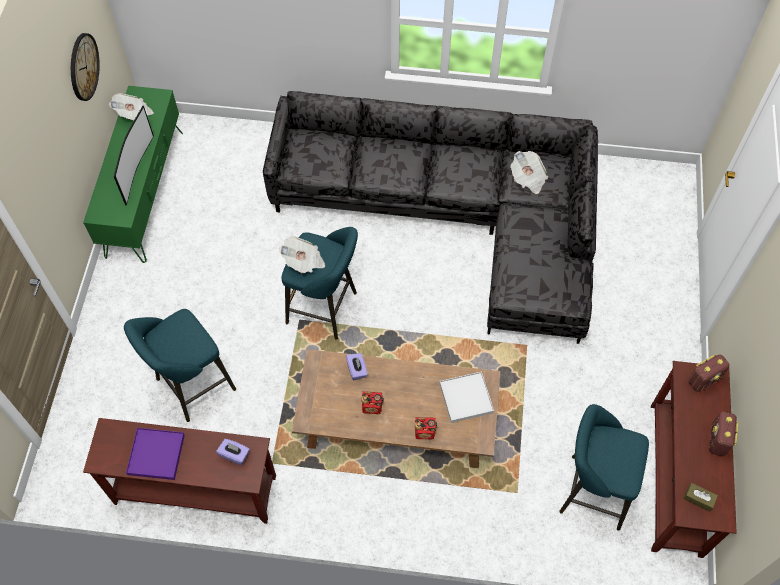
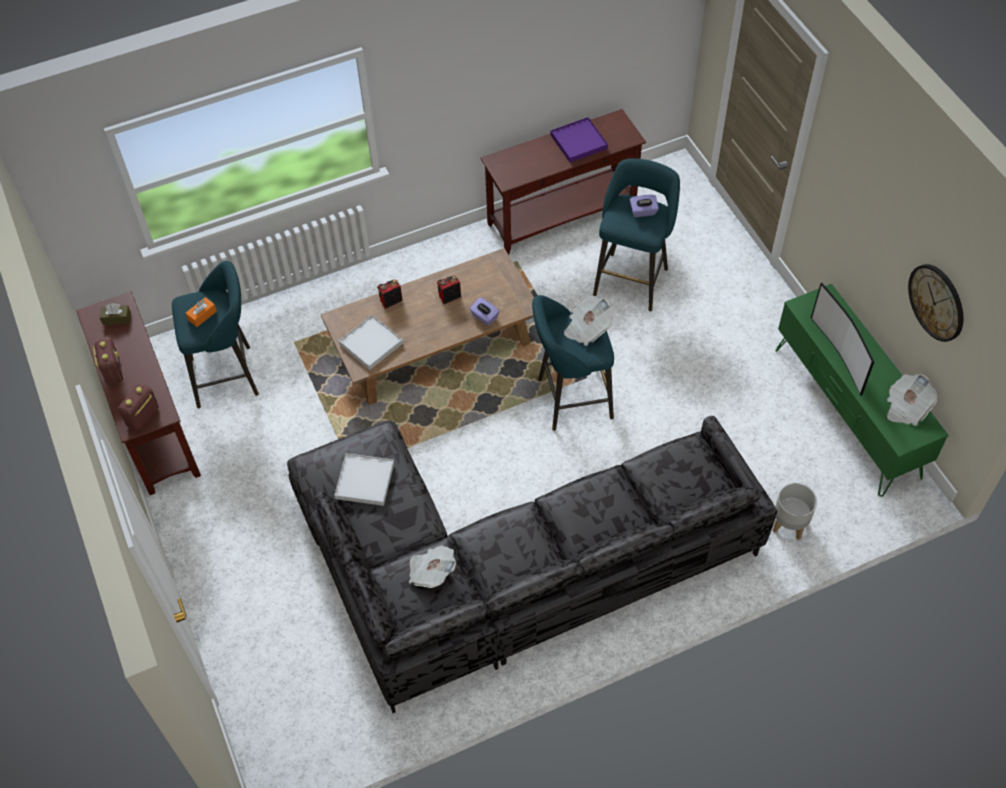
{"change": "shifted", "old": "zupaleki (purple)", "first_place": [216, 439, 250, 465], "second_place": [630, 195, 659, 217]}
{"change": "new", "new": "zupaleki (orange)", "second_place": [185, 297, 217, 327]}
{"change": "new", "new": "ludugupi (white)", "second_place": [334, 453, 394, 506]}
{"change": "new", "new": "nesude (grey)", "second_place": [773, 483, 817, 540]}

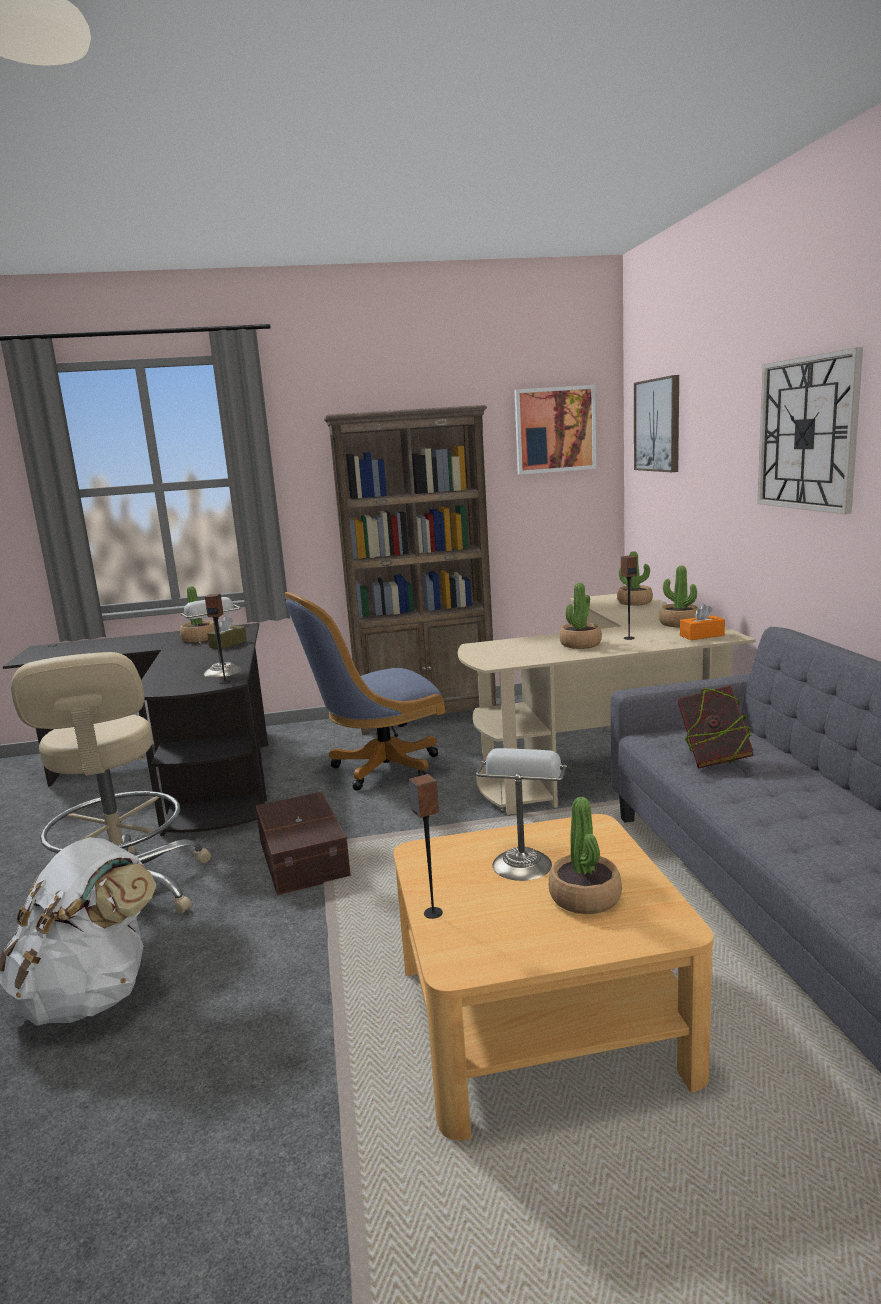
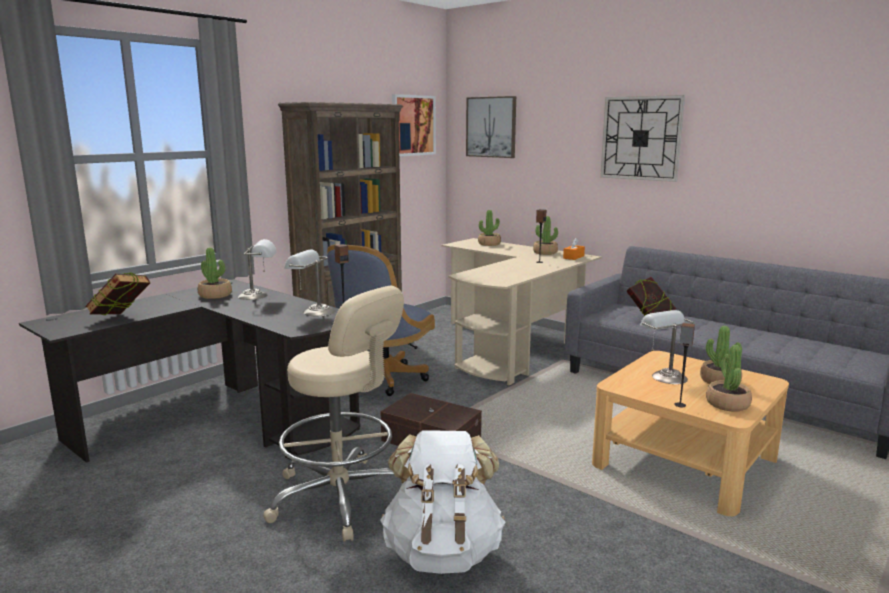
{"change": "shifted", "old": "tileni", "first_place": [559, 583, 602, 649], "second_place": [706, 345, 752, 412]}
{"change": "swapped", "old": "zupaleki (brown)", "new": "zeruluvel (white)", "first_place": [207, 616, 247, 649], "second_place": [237, 239, 277, 300]}
{"change": "new", "new": "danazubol", "second_place": [85, 272, 150, 315]}

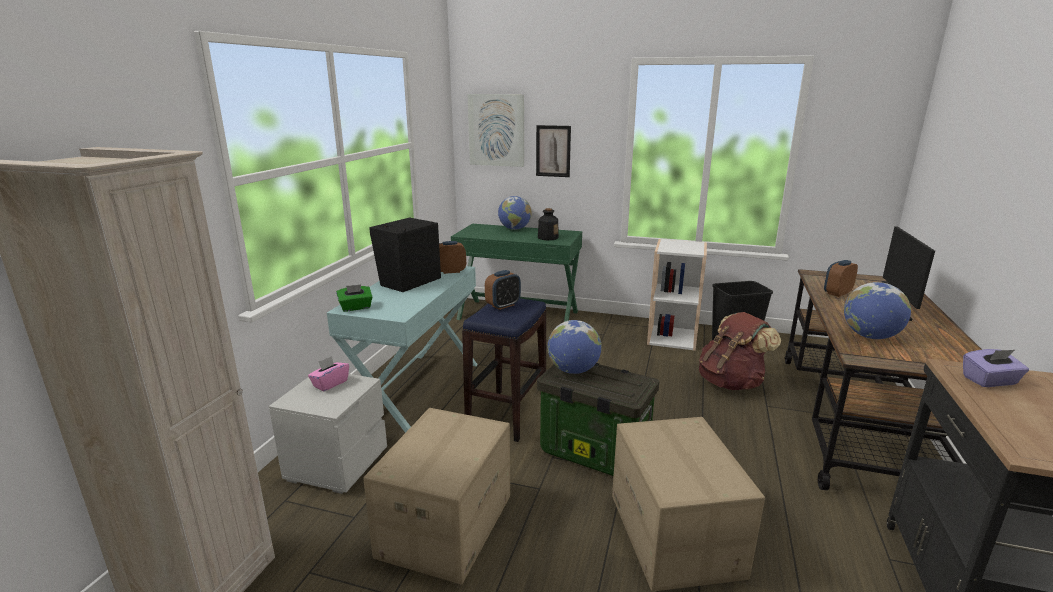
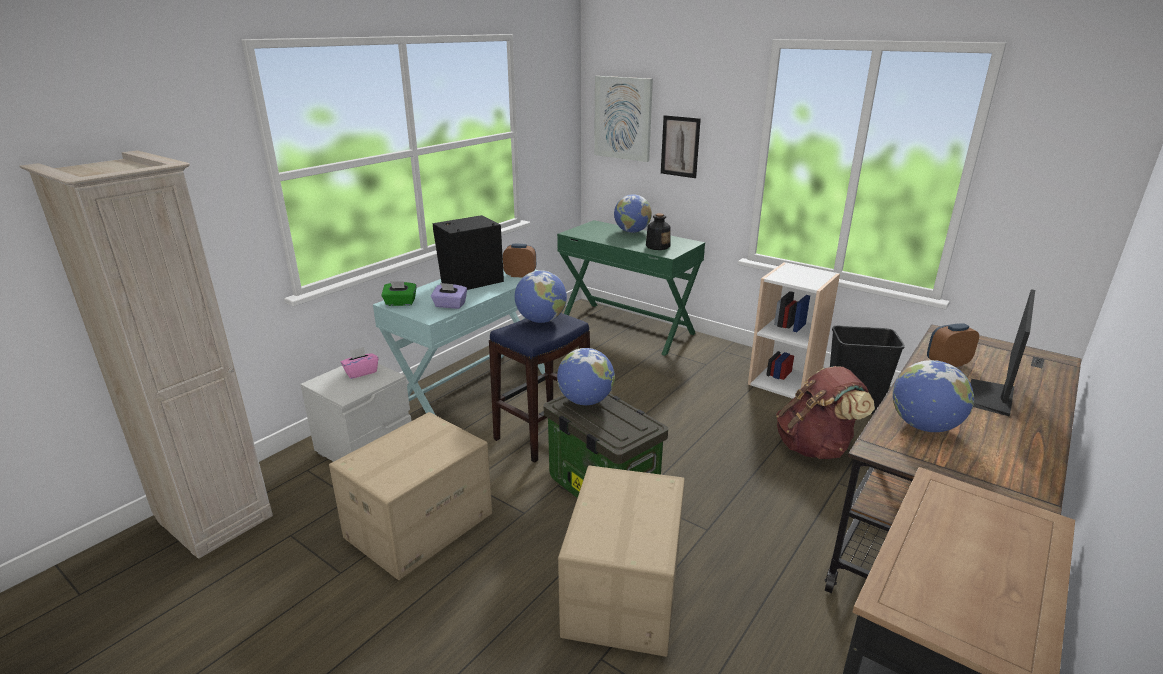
{"change": "swapped", "old": "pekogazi", "new": "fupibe", "first_place": [485, 270, 521, 310], "second_place": [515, 271, 567, 323]}
{"change": "shifted", "old": "zupaleki (purple)", "first_place": [963, 349, 1029, 387], "second_place": [431, 283, 467, 309]}

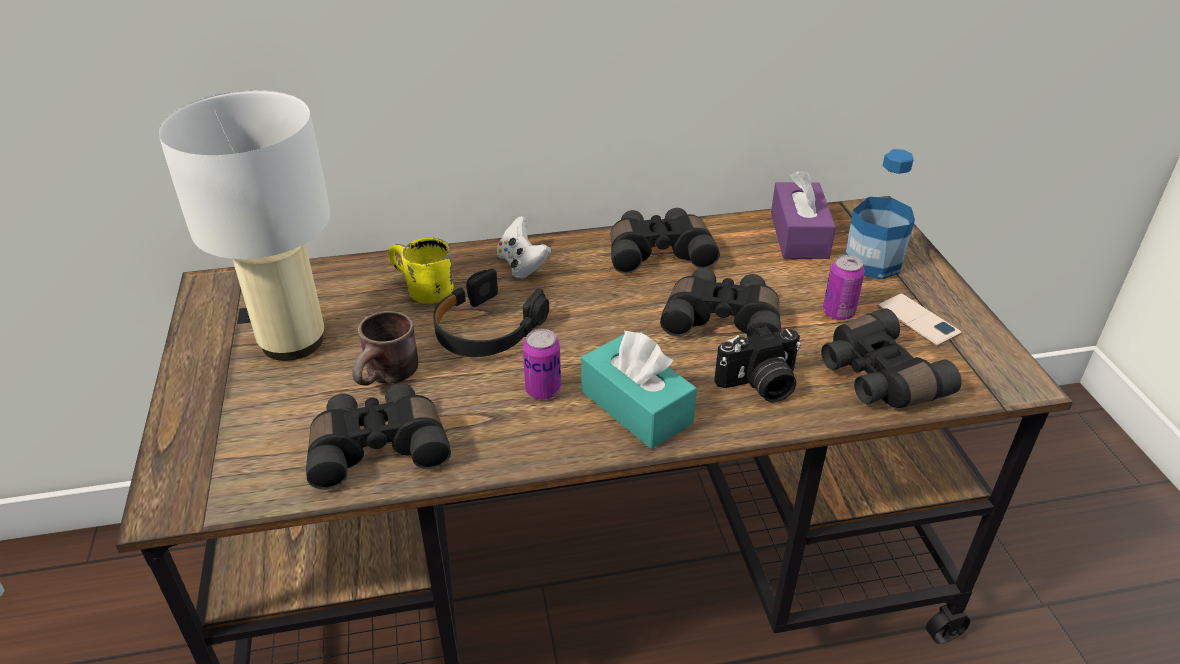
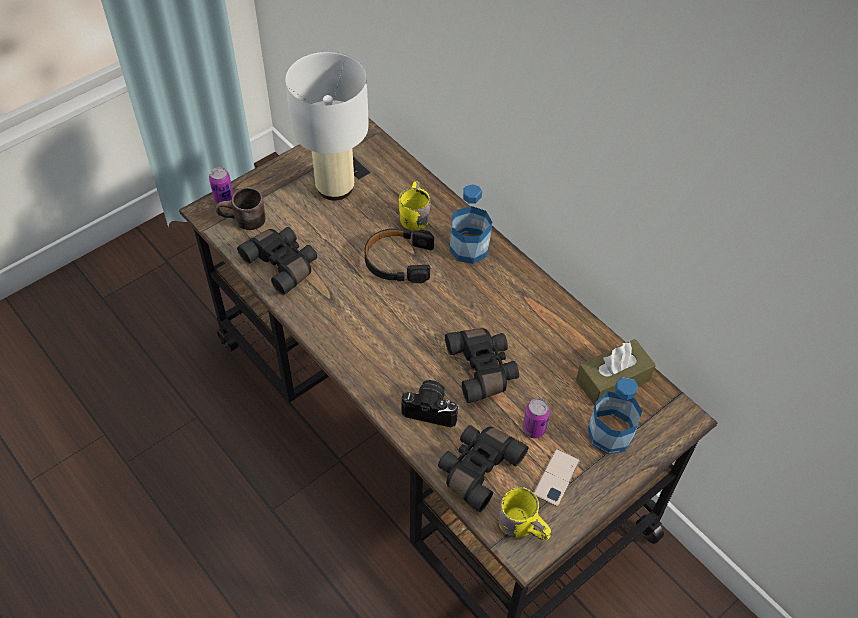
{"change": "repainted", "old": "zupaleki (purple)", "new": "zupaleki (brown)", "first_place": [771, 170, 836, 259], "second_place": [576, 339, 656, 406]}
{"change": "gone", "old": "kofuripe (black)", "first_place": [611, 208, 720, 274]}
{"change": "swapped", "old": "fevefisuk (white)", "new": "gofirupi", "first_place": [497, 216, 551, 279], "second_place": [450, 184, 492, 264]}
{"change": "shifted", "old": "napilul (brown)", "first_place": [352, 311, 418, 386], "second_place": [216, 187, 265, 230]}
{"change": "rotated", "old": "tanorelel", "first_place": [714, 326, 801, 402], "second_place": [401, 380, 459, 427], "degrees": 150}
{"change": "shifted", "old": "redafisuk", "first_place": [523, 329, 561, 399], "second_place": [209, 167, 233, 204]}
{"change": "gone", "old": "zupaleki (turquoise)", "first_place": [581, 330, 697, 449]}
{"change": "new", "new": "napilul (yellow)", "second_place": [499, 487, 552, 540]}

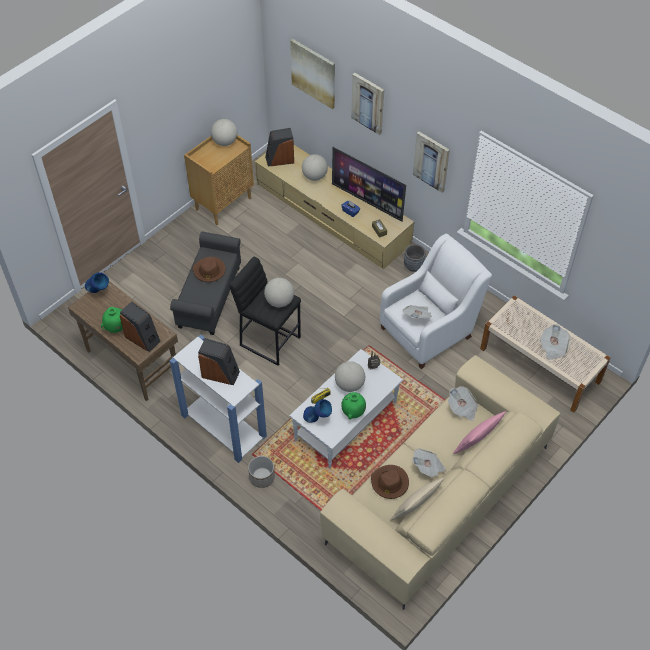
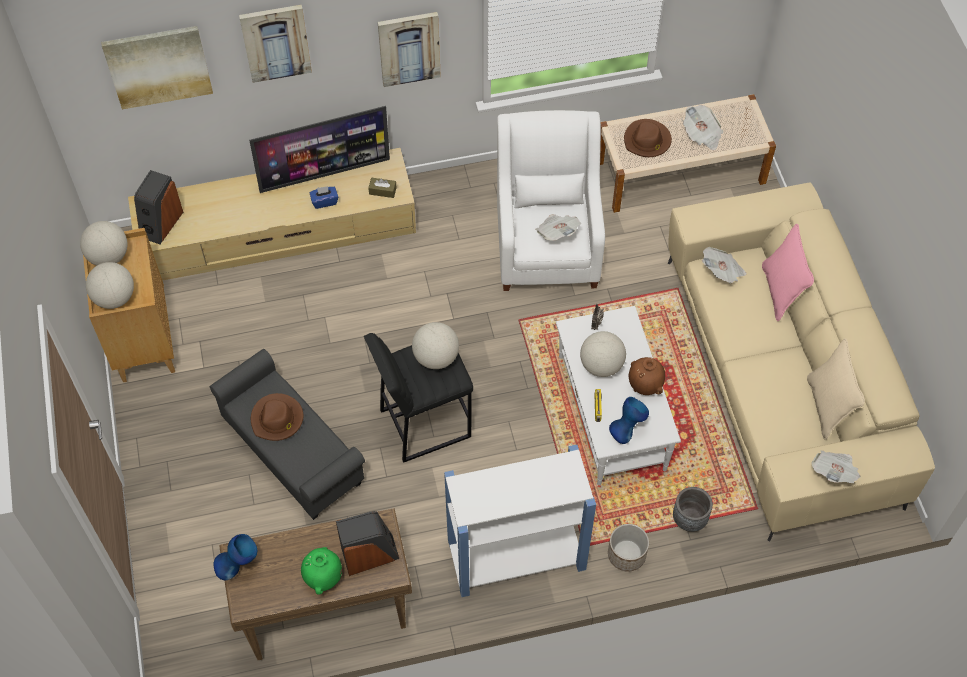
{"change": "shifted", "old": "fupibe", "first_place": [302, 154, 328, 181], "second_place": [86, 262, 134, 309]}
{"change": "shifted", "old": "nesude (grey)", "first_place": [404, 244, 426, 272], "second_place": [673, 487, 713, 532]}
{"change": "gone", "old": "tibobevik", "first_place": [198, 338, 240, 385]}
{"change": "repainted", "old": "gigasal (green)", "new": "gigasal (brown)", "first_place": [341, 392, 366, 419], "second_place": [629, 357, 665, 395]}
{"change": "shifted", "old": "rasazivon", "first_place": [412, 448, 446, 477], "second_place": [811, 451, 861, 483]}
{"change": "shifted", "old": "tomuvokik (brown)", "first_place": [371, 465, 409, 499], "second_place": [624, 119, 672, 157]}

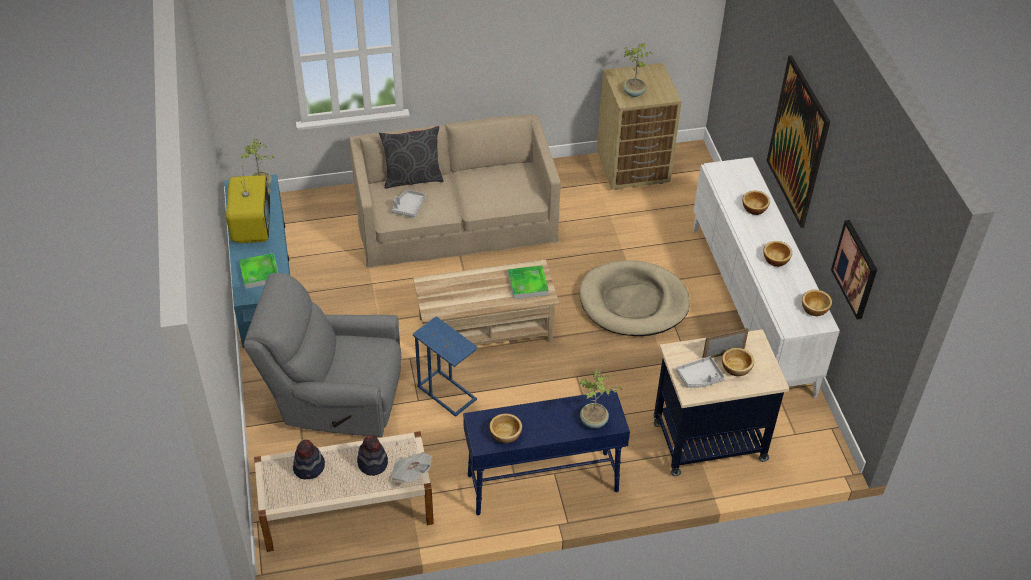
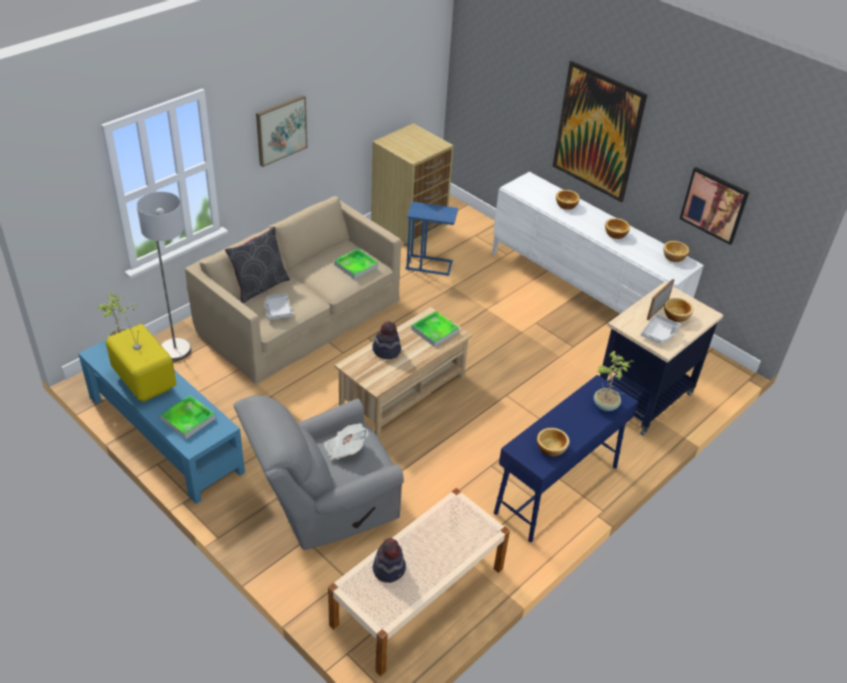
{"change": "gone", "old": "tileni", "first_place": [623, 43, 653, 97]}
{"change": "gone", "old": "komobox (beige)", "first_place": [579, 260, 690, 336]}
{"change": "shifted", "old": "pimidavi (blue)", "first_place": [413, 316, 478, 417], "second_place": [406, 202, 458, 276]}
{"change": "shifted", "old": "tomuvokik", "first_place": [357, 435, 388, 476], "second_place": [372, 321, 401, 359]}
{"change": "shifted", "old": "rasazivon", "first_place": [389, 452, 432, 483], "second_place": [324, 423, 368, 460]}
{"change": "new", "new": "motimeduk", "second_place": [256, 95, 307, 167]}
{"change": "new", "new": "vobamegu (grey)", "second_place": [137, 192, 191, 361]}
{"change": "new", "new": "ludugupi", "second_place": [334, 248, 378, 280]}

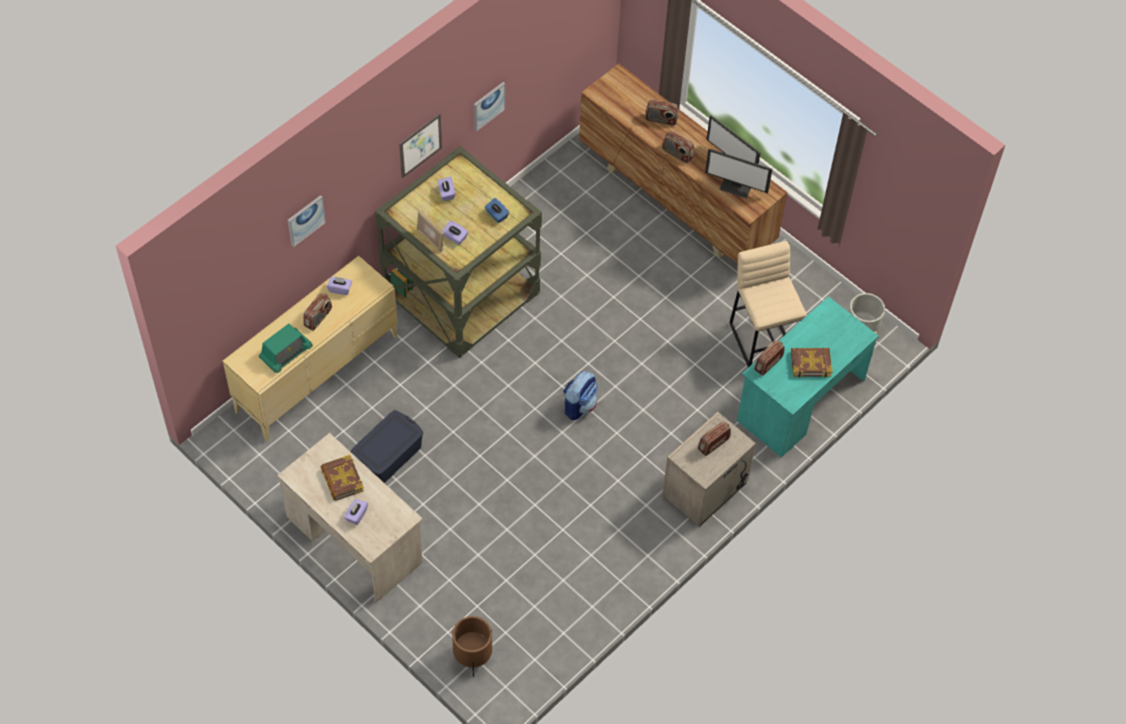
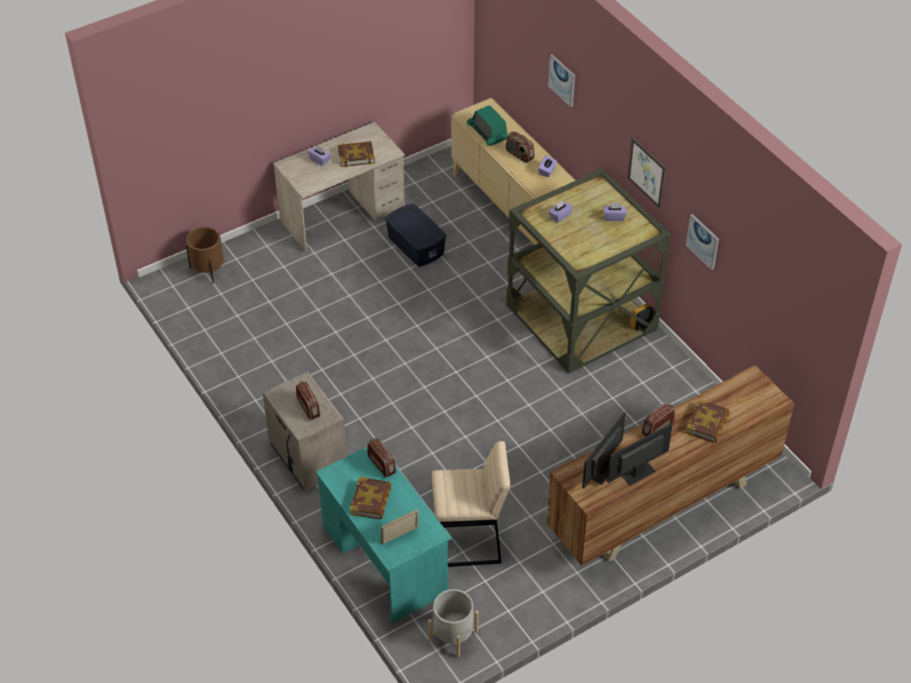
{"change": "swapped", "old": "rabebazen", "new": "danazubol", "first_place": [645, 100, 678, 126], "second_place": [686, 399, 730, 443]}
{"change": "gone", "old": "zupaleki (blue)", "first_place": [485, 198, 509, 223]}
{"change": "shifted", "old": "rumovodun", "first_place": [417, 211, 444, 252], "second_place": [381, 509, 418, 544]}
{"change": "gone", "old": "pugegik", "first_place": [563, 371, 598, 420]}

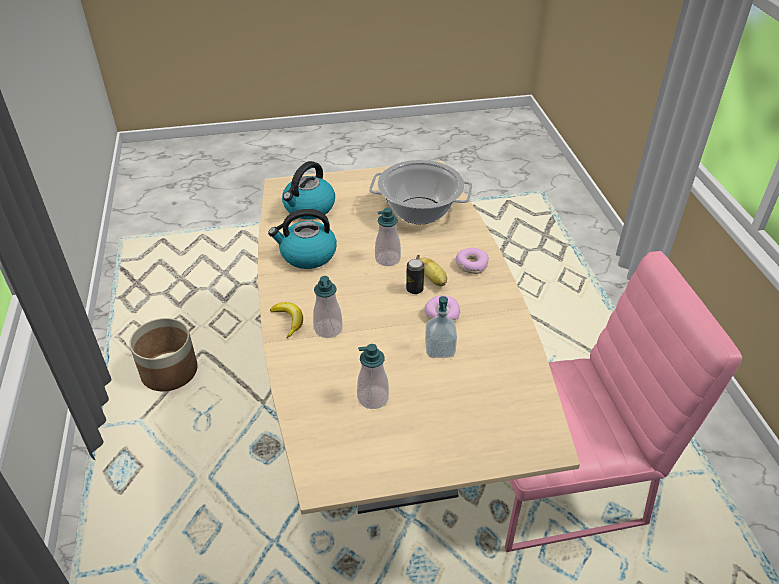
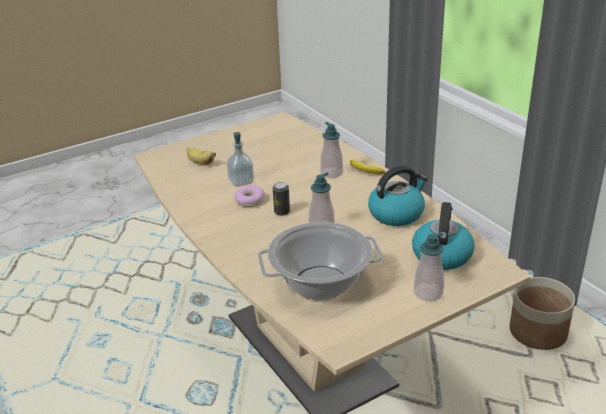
{"change": "gone", "old": "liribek", "first_place": [455, 248, 489, 274]}
{"change": "gone", "old": "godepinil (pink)", "first_place": [505, 251, 742, 552]}
{"change": "shifted", "old": "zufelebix", "first_place": [416, 255, 447, 286], "second_place": [187, 147, 216, 165]}
{"change": "shifted", "old": "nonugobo", "first_place": [357, 344, 389, 409], "second_place": [414, 232, 444, 301]}

